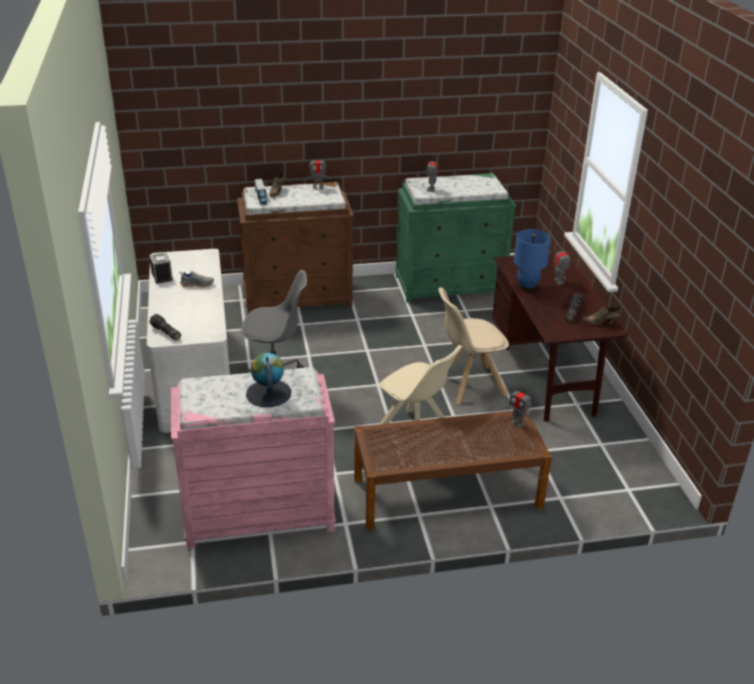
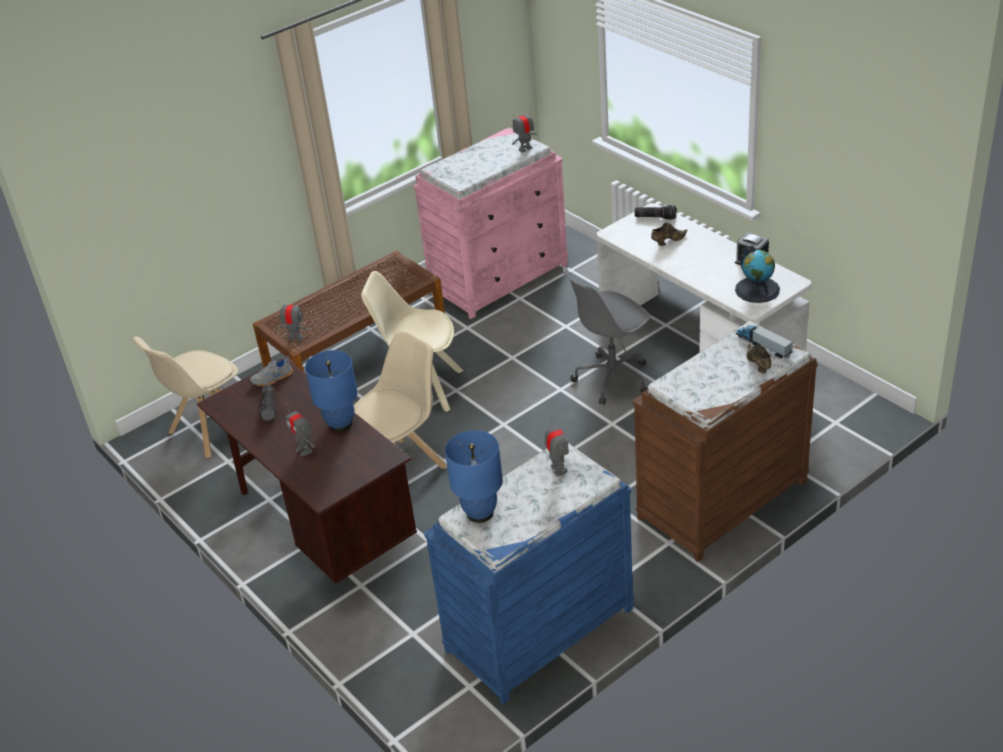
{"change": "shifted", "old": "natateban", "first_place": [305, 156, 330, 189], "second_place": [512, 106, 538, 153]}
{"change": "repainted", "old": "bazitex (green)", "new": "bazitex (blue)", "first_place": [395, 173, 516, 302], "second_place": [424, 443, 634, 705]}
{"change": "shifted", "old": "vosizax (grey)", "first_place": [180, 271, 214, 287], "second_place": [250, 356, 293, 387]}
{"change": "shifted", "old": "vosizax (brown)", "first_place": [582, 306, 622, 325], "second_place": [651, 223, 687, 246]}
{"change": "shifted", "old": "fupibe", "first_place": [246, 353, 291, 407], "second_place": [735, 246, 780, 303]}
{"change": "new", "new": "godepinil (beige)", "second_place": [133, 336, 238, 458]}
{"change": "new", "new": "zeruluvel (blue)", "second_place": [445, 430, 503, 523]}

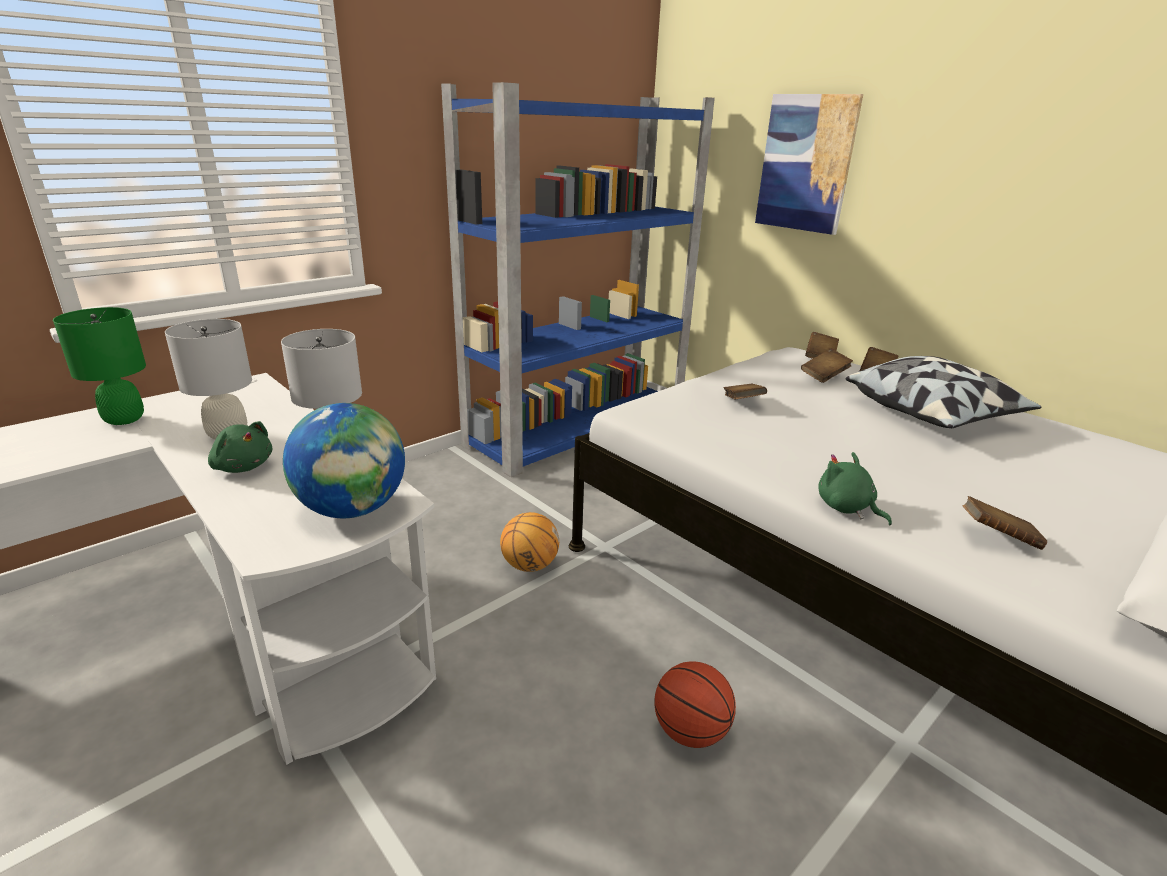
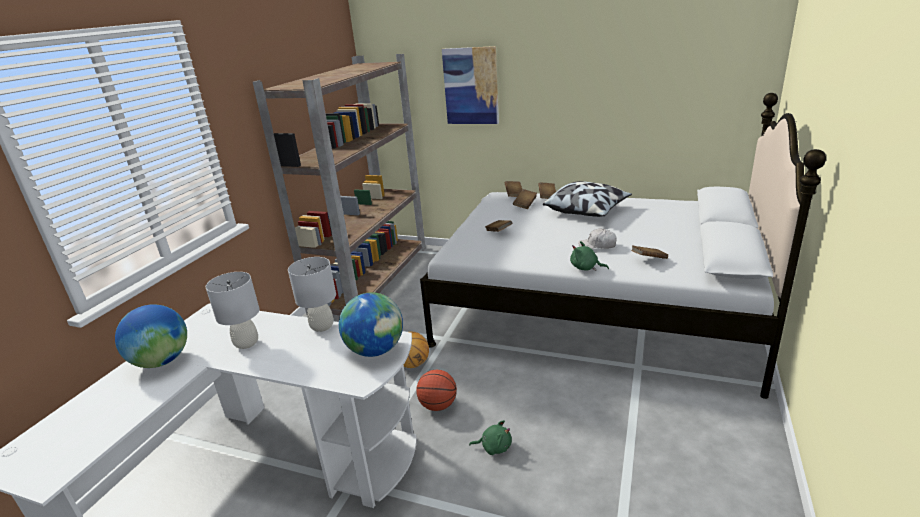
{"change": "repainted", "old": "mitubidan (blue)", "new": "mitubidan (brown)", "first_place": [441, 82, 715, 477], "second_place": [253, 54, 426, 315]}
{"change": "swapped", "old": "zeruluvel (green)", "new": "fupibe", "first_place": [53, 307, 146, 425], "second_place": [115, 304, 187, 368]}
{"change": "shifted", "old": "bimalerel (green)", "first_place": [208, 421, 272, 473], "second_place": [469, 420, 512, 455]}
{"change": "shifted", "old": "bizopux", "first_place": [654, 661, 736, 748], "second_place": [416, 370, 457, 411]}
{"change": "new", "new": "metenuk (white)", "second_place": [578, 228, 617, 249]}

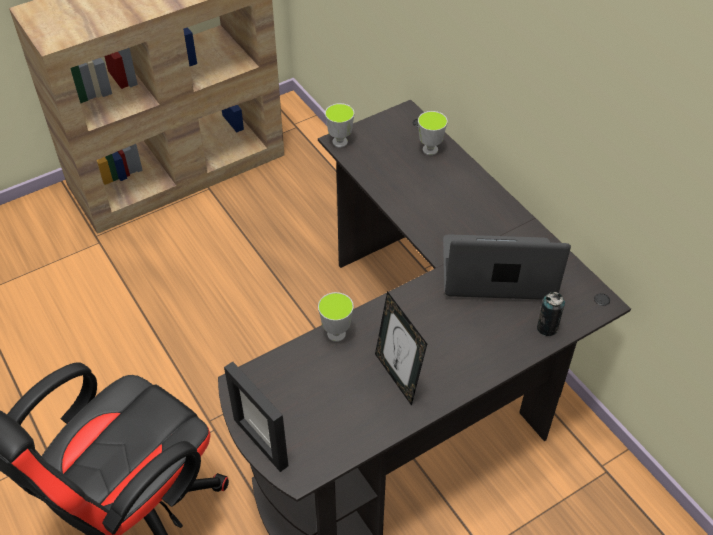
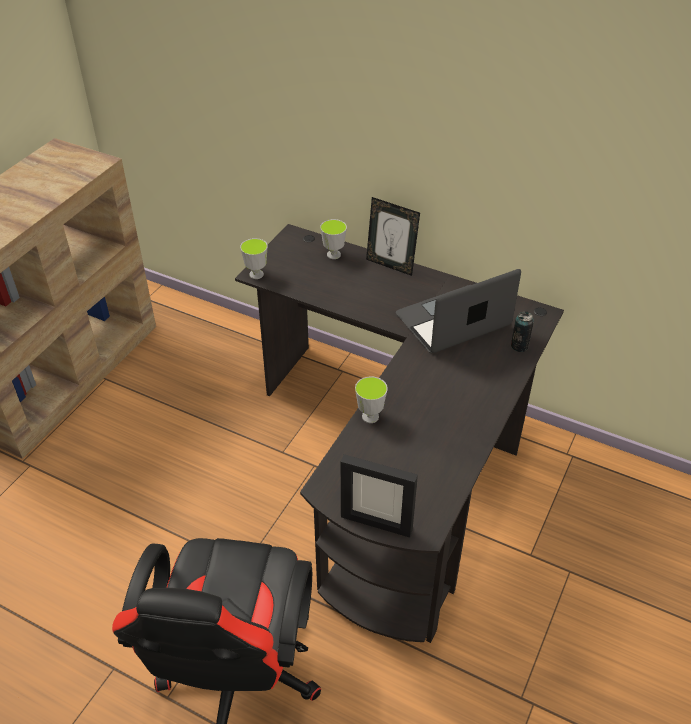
{"change": "shifted", "old": "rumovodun", "first_place": [375, 291, 427, 406], "second_place": [366, 197, 420, 276]}

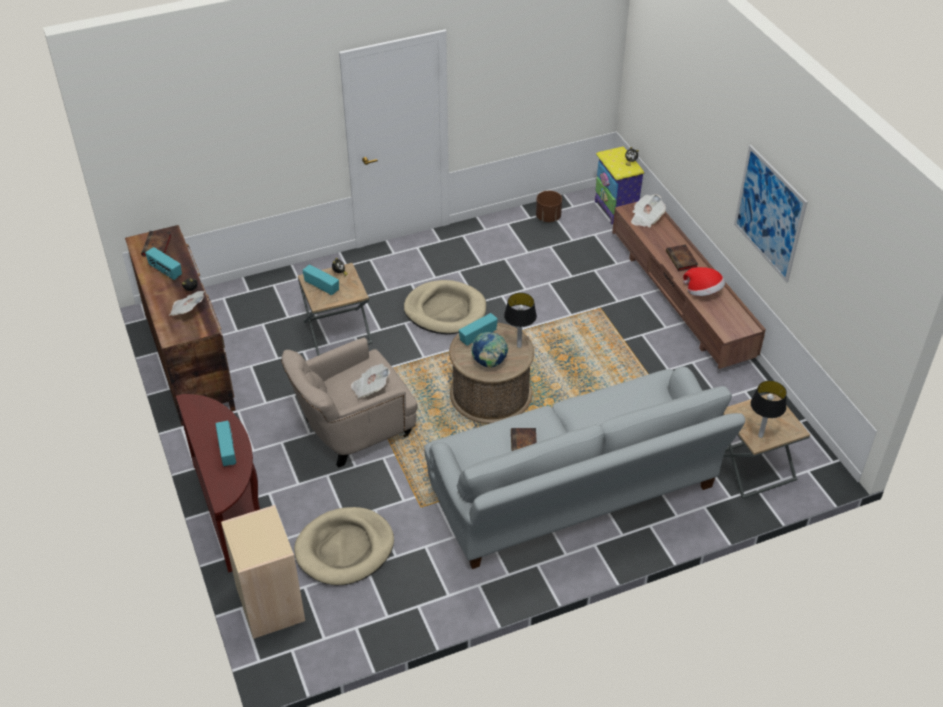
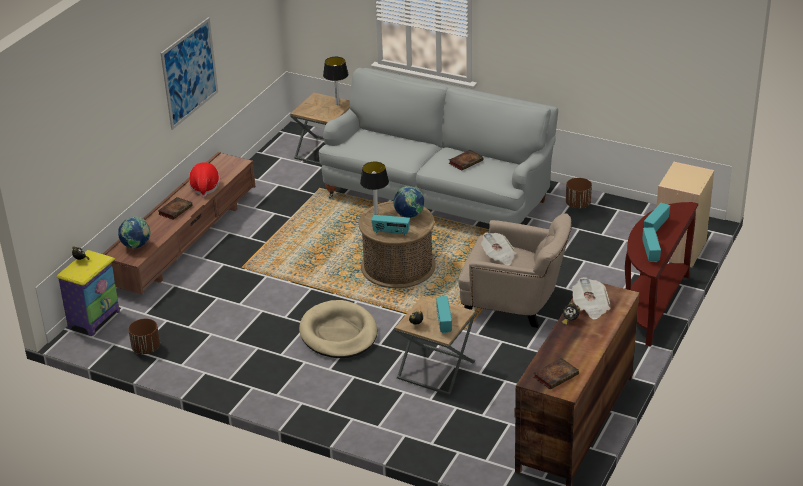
{"change": "swapped", "old": "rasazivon", "new": "fupibe", "first_place": [631, 194, 666, 228], "second_place": [118, 217, 151, 249]}
{"change": "shifted", "old": "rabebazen", "first_place": [145, 247, 182, 280], "second_place": [642, 227, 661, 262]}
{"change": "gone", "old": "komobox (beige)", "first_place": [294, 507, 394, 586]}
{"change": "new", "new": "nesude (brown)", "second_place": [566, 178, 592, 208]}

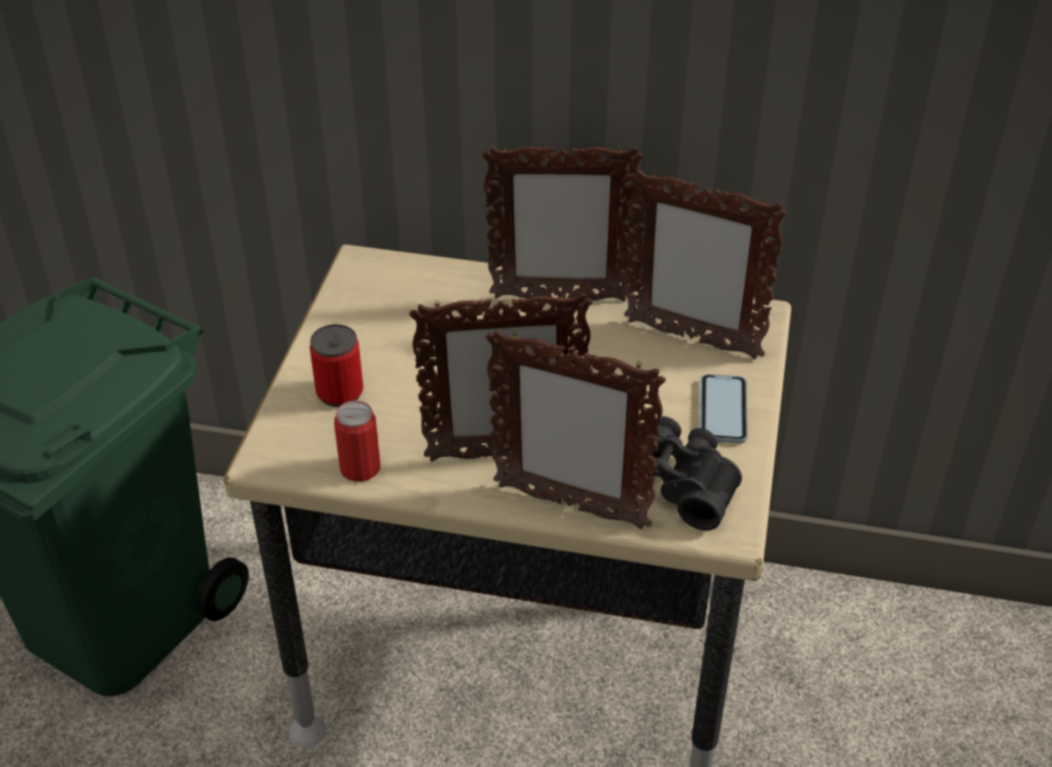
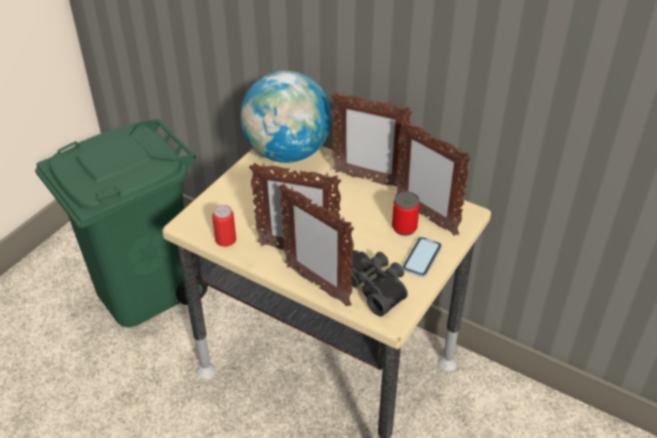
{"change": "shifted", "old": "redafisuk", "first_place": [310, 324, 363, 407], "second_place": [392, 191, 420, 236]}
{"change": "new", "new": "fupibe", "second_place": [240, 71, 332, 163]}

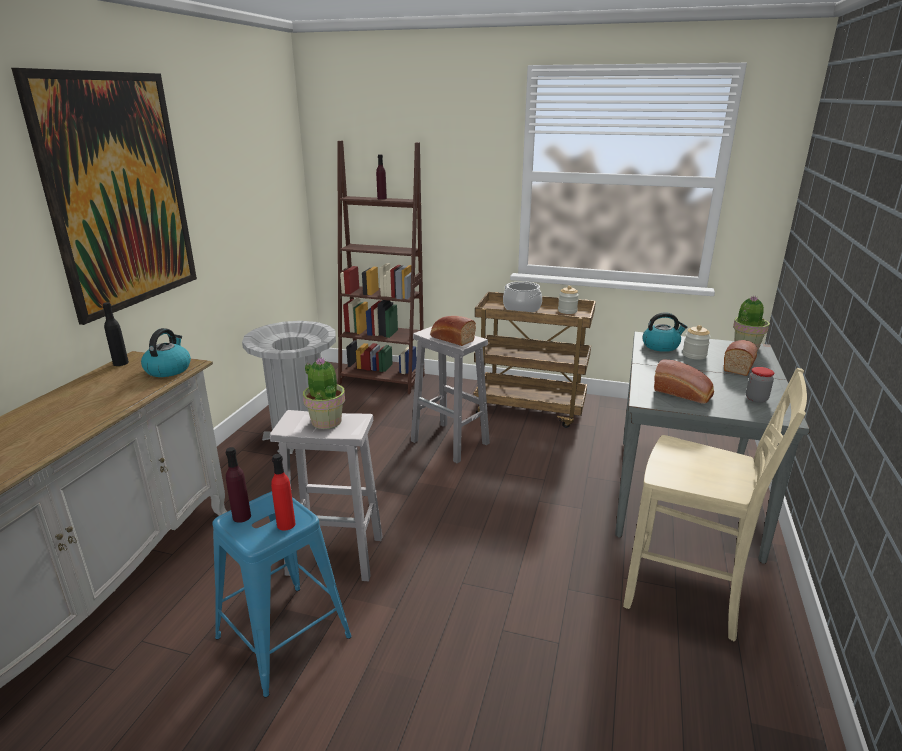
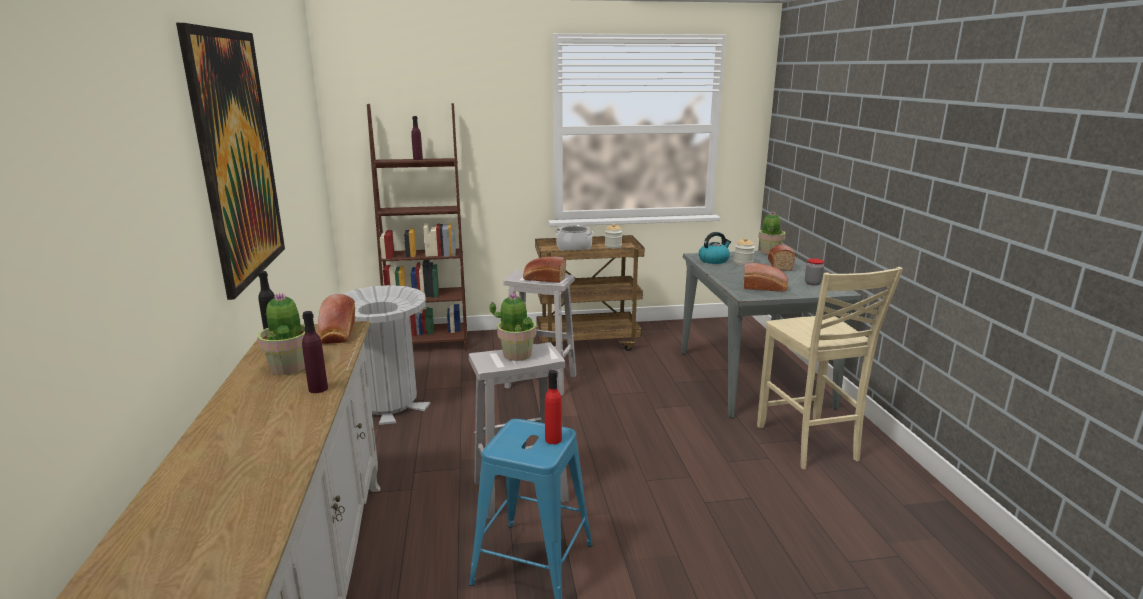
{"change": "swapped", "old": "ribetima", "new": "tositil", "first_place": [141, 328, 191, 377], "second_place": [318, 294, 355, 344]}
{"change": "rotated", "old": "godepinil (beige)", "first_place": [623, 368, 807, 641], "second_place": [757, 267, 903, 469], "degrees": 75}
{"change": "shifted", "old": "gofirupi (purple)", "first_place": [226, 447, 251, 523], "second_place": [302, 311, 328, 393]}
{"change": "new", "new": "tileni", "second_place": [258, 293, 305, 375]}

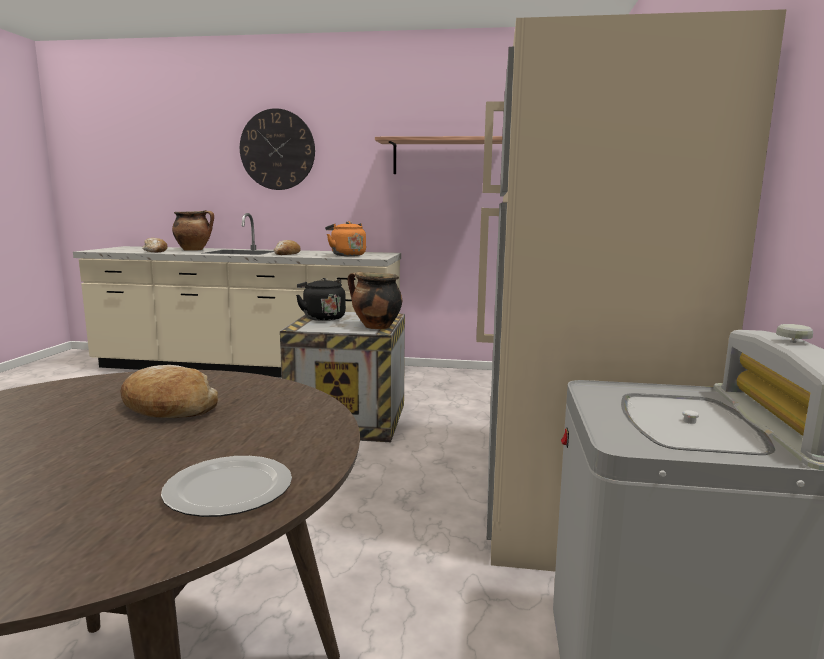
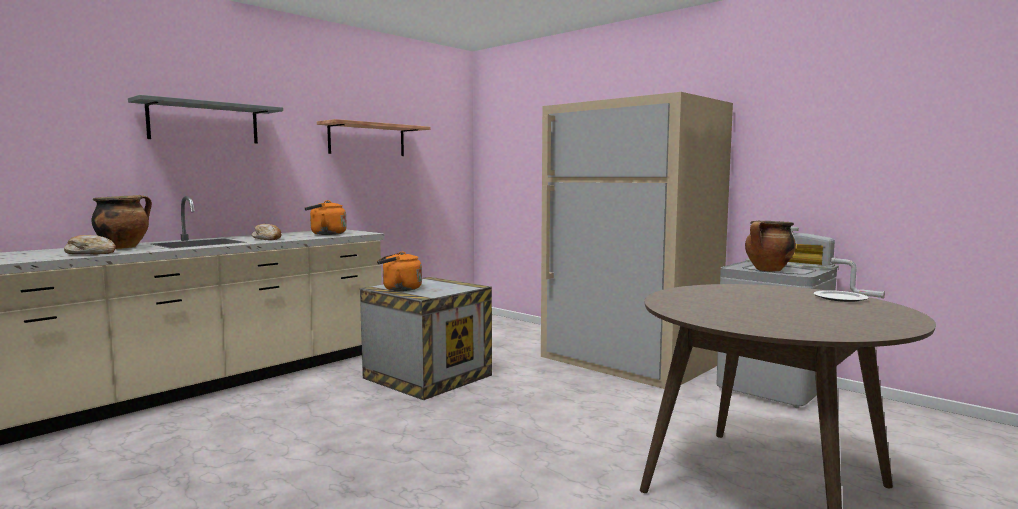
{"change": "swapped", "old": "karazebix", "new": "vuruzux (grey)", "first_place": [240, 108, 315, 190], "second_place": [128, 95, 283, 144]}
{"change": "shifted", "old": "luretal", "first_place": [347, 272, 402, 329], "second_place": [745, 221, 796, 272]}
{"change": "repainted", "old": "ribetima (black)", "new": "ribetima (orange)", "first_place": [296, 278, 346, 321], "second_place": [377, 252, 422, 291]}
{"change": "gone", "old": "tositil", "first_place": [120, 365, 218, 418]}

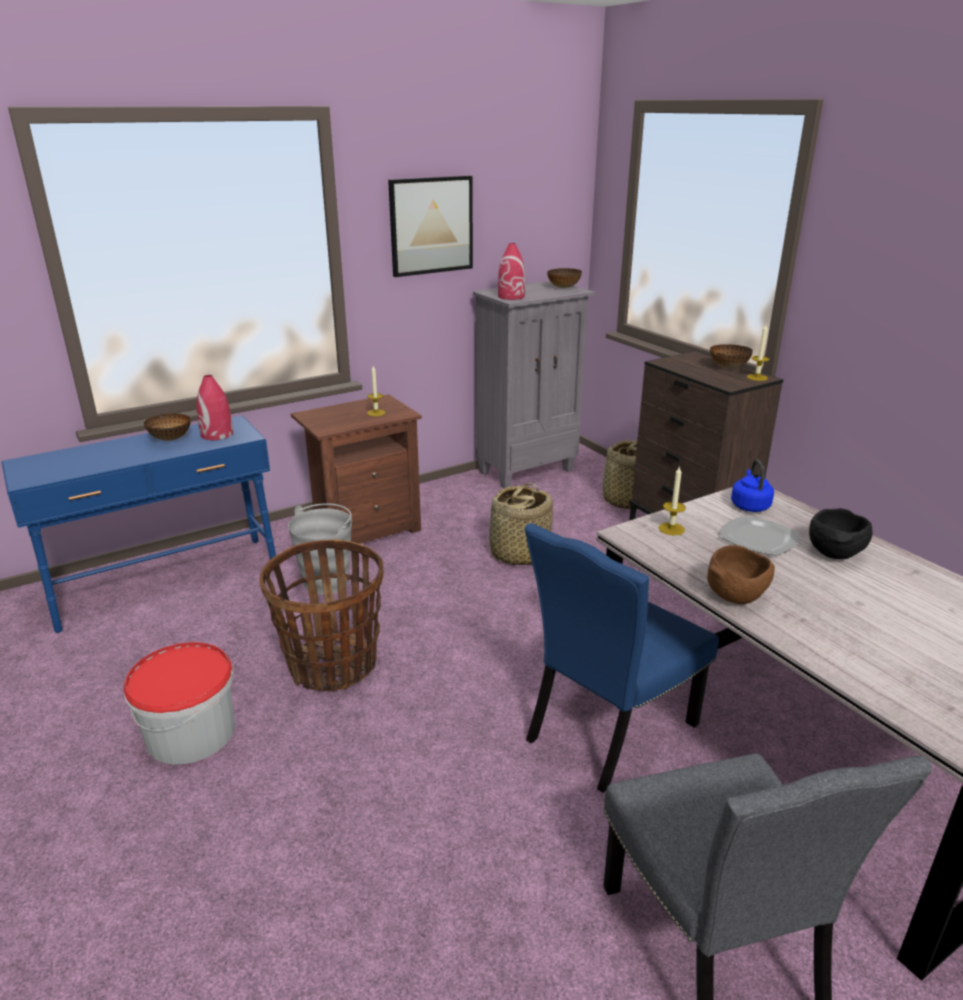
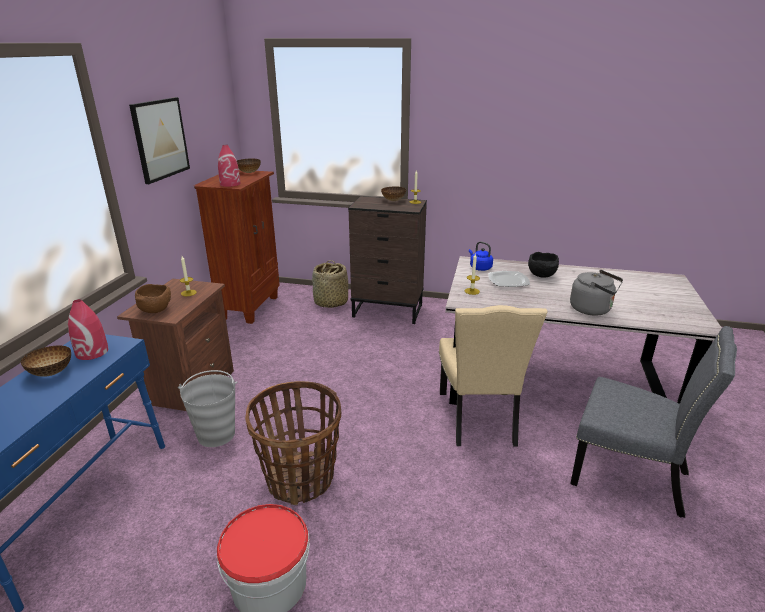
{"change": "repainted", "old": "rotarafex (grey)", "new": "rotarafex (brown)", "first_place": [473, 281, 595, 488], "second_place": [193, 170, 280, 324]}
{"change": "gone", "old": "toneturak", "first_place": [485, 483, 553, 565]}
{"change": "repainted", "old": "godepinil (blue)", "new": "godepinil (beige)", "first_place": [525, 523, 719, 793], "second_place": [439, 305, 547, 446]}
{"change": "shifted", "old": "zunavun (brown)", "first_place": [707, 545, 775, 604], "second_place": [135, 284, 171, 313]}
{"change": "new", "new": "ribetima (grey)", "second_place": [570, 270, 623, 316]}

